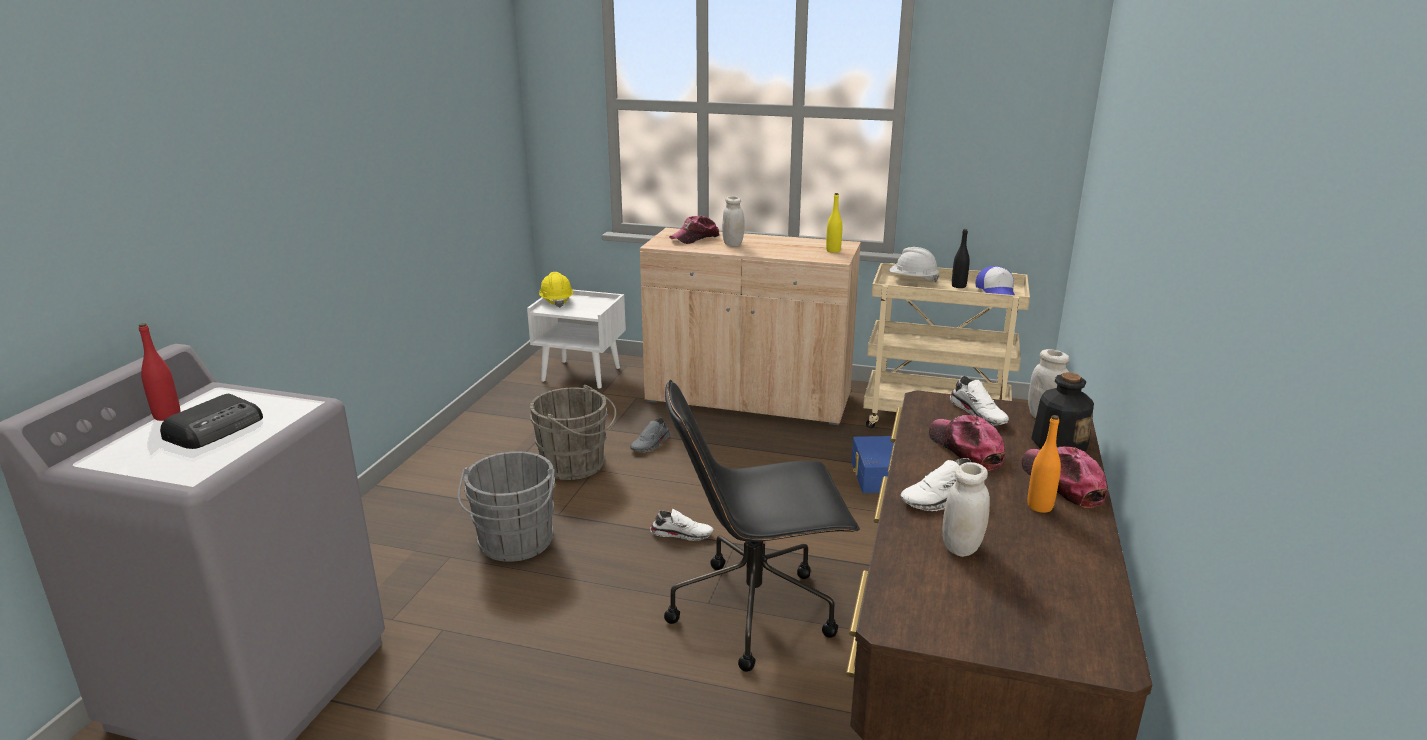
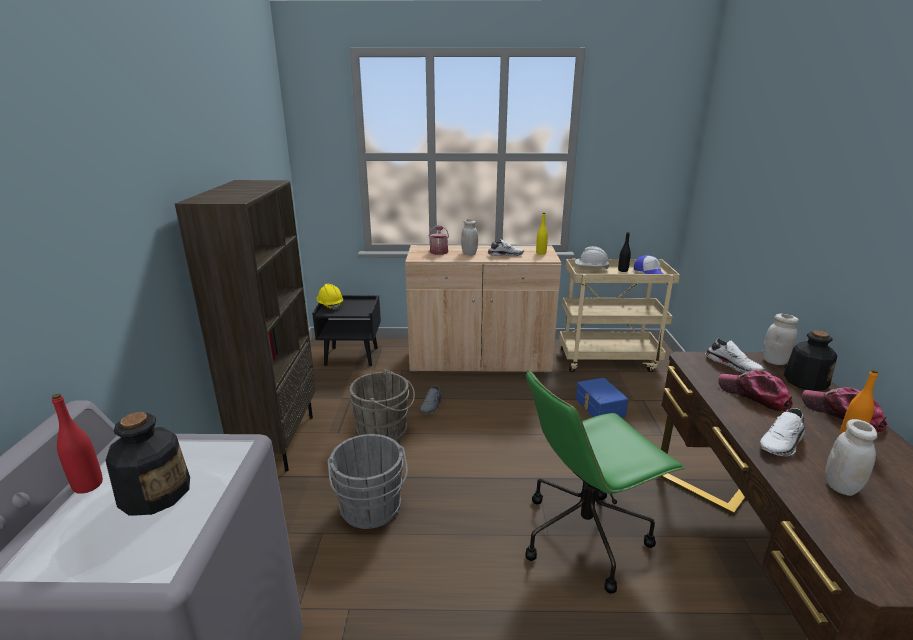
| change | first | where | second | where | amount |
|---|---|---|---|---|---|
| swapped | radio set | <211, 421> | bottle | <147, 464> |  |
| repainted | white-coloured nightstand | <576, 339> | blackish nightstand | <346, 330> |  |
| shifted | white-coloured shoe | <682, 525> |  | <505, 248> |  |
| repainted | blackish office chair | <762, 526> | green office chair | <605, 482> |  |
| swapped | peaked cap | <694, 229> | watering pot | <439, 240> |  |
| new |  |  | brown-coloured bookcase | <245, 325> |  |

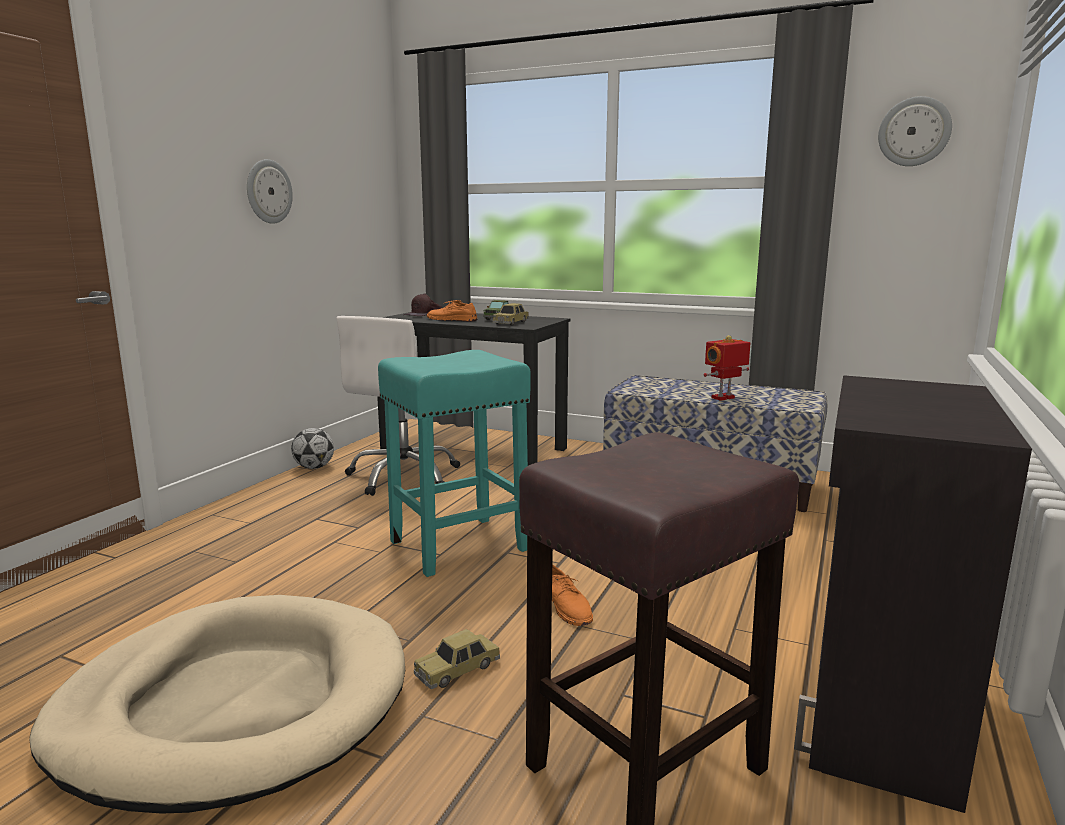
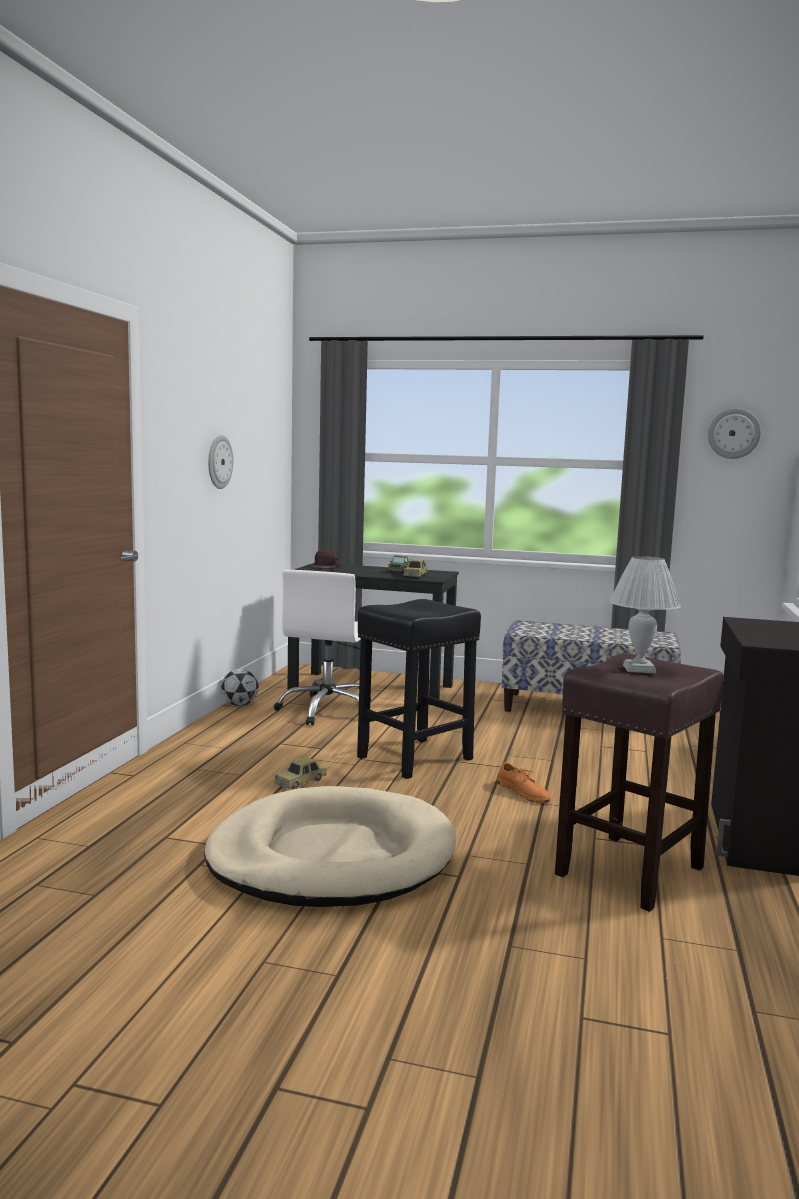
| change | first | where | second | where | amount |
|---|---|---|---|---|---|
| repainted | turquoise-coloured stool seat | <454, 463> | blackish stool seat | <419, 689> |  |
| shifted | model car | <457, 659> |  | <300, 773> |  |
| gone | orange shoe | <452, 311> |  |  |  |
| gone | toy robot | <726, 368> |  |  |  |
| new |  |  | white-coloured lamp for a table | <645, 614> |  |

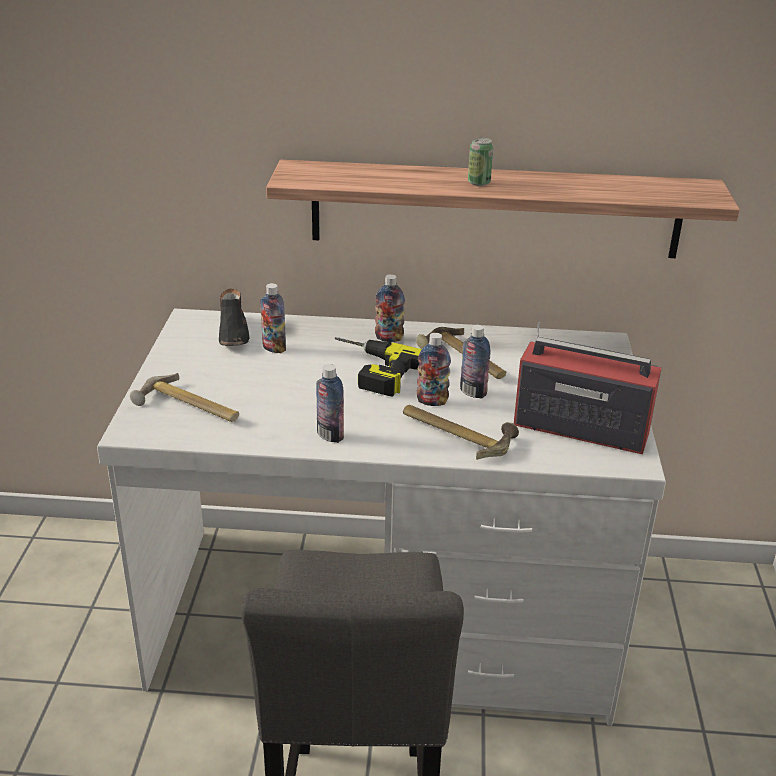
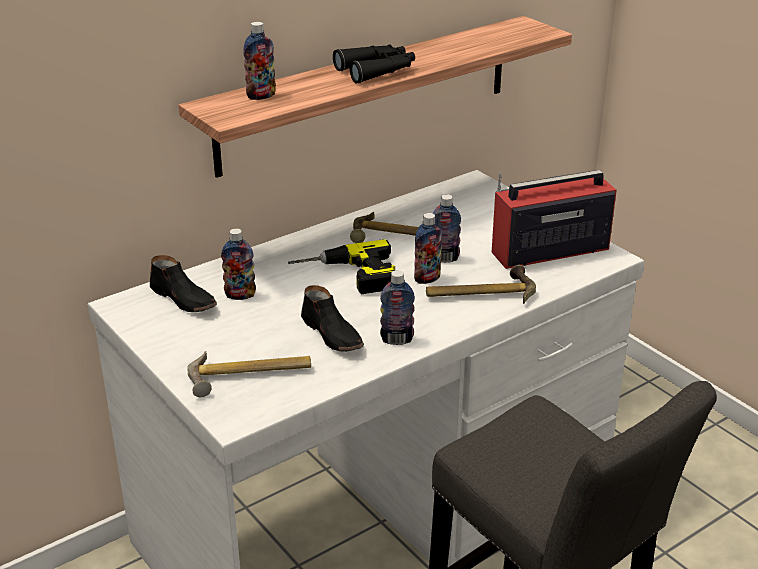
| change | first | where | second | where | amount |
|---|---|---|---|---|---|
| shifted | bottle | <390, 308> |  | <260, 61> |  |
| swapped | metal can | <480, 162> | blackish binoculars | <374, 64> |  |
| new |  |  | blackish shoe | <332, 318> |  |

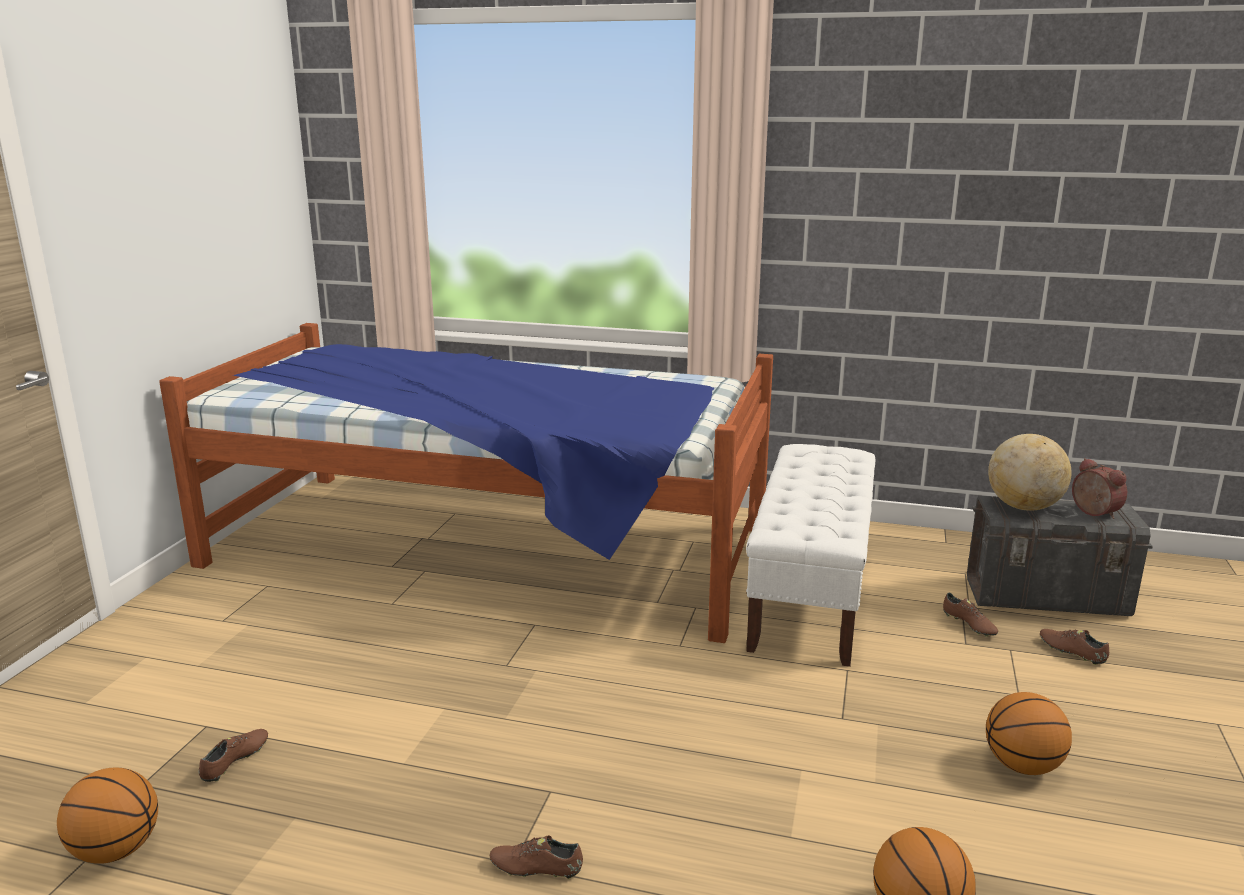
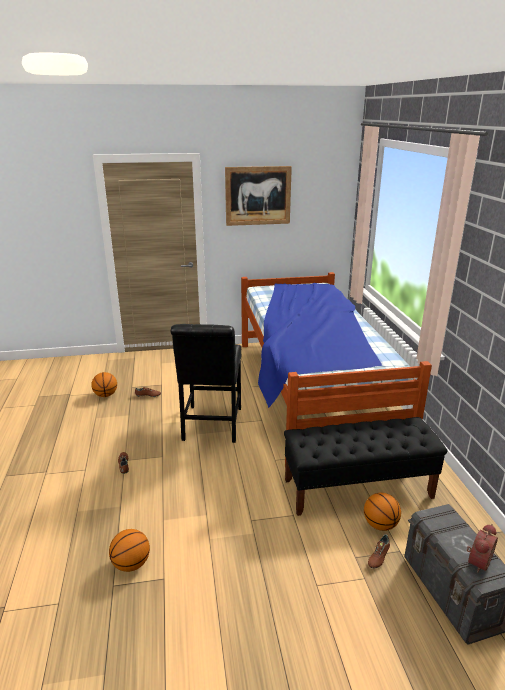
| change | first | where | second | where | amount |
|---|---|---|---|---|---|
| repainted | white-coloured long seat | <810, 555> | blackish long seat | <365, 466> |  |
| shifted | basketball | <1029, 733> |  | <382, 512> |  |
| gone | desk globe | <1030, 472> |  |  |  |
| gone | brown-coloured shoe | <1074, 647> |  |  |  |
| new |  |  | blackish chair | <206, 383> |  |
| new |  |  | wall art | <258, 196> |  |

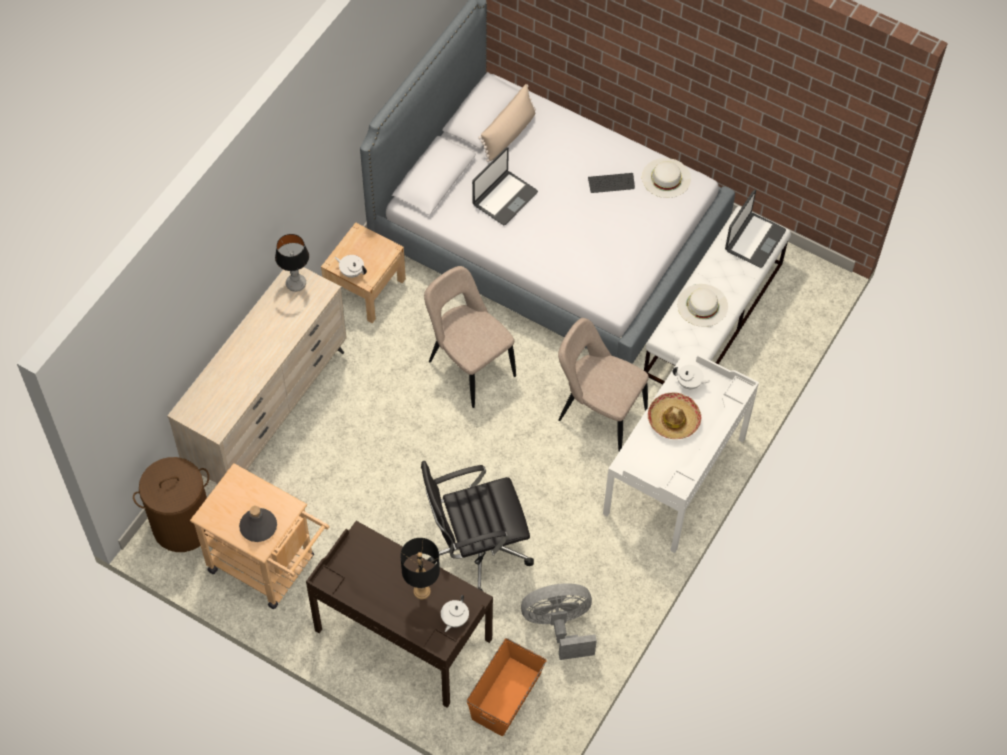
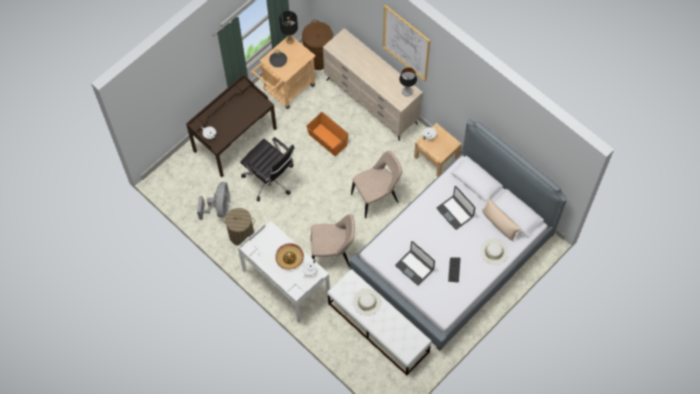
| change | first | where | second | where | amount |
|---|---|---|---|---|---|
| shifted | blackish lamp for a table | <420, 568> |  | <288, 27> |  |
| rotated | blackish office chair | <477, 526> |  | <267, 169> | 135 degrees clockwise |
| shifted | orange storage container | <507, 687> |  | <327, 134> |  |
| rotated | sand-coloured chair | <603, 384> |  | <333, 240> | 45 degrees clockwise |
| shifted | white-coloured clothing hat | <666, 178> |  | <494, 251> |  |
| shifted | portable computer | <755, 229> |  | <415, 263> |  |
| new |  |  | hamper | <238, 227> |  |
| new |  |  | wall art | <406, 43> |  |

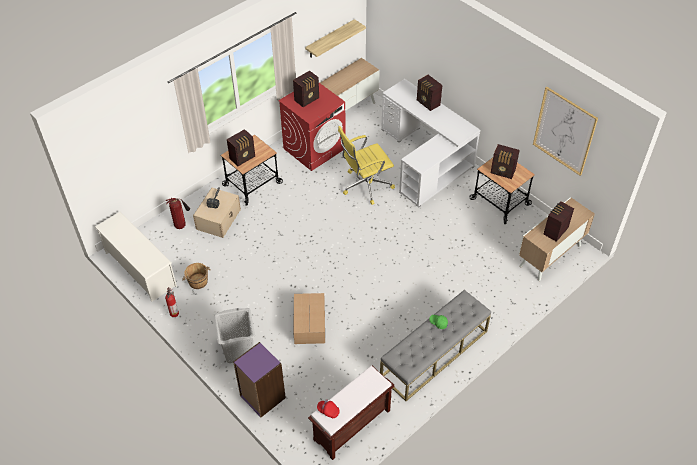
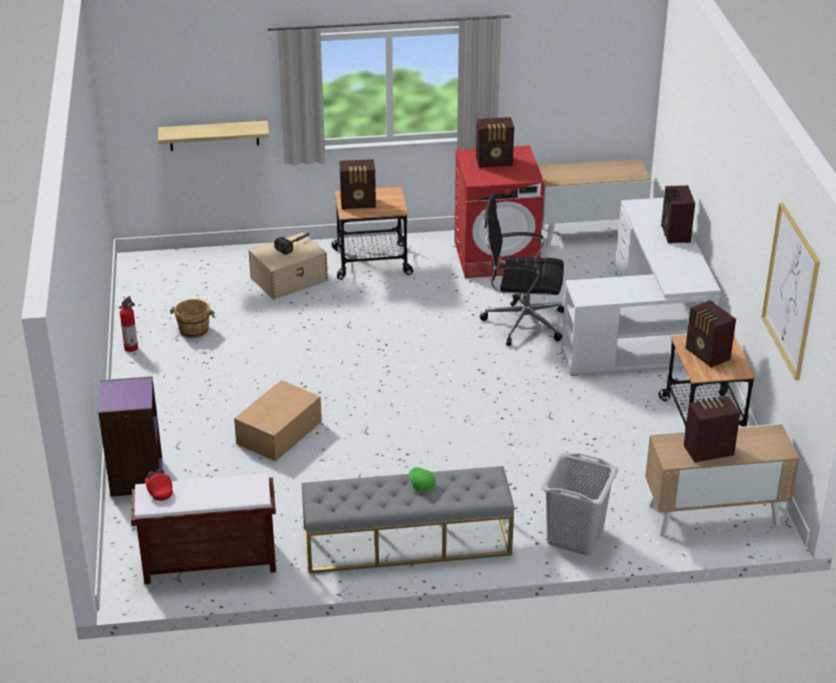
| change | first | where | second | where | amount |
|---|---|---|---|---|---|
| gone | white-coloured shoe shelf | <136, 257> |  |  |  |
| gone | fire extinguisher | <178, 213> |  |  |  |
| shifted | gray hamper | <234, 335> |  | <579, 504> |  |
| shifted | bracket shelf | <335, 38> |  | <213, 136> |  |
| repainted | yellow office chair | <366, 165> | blackish office chair | <522, 269> |  |

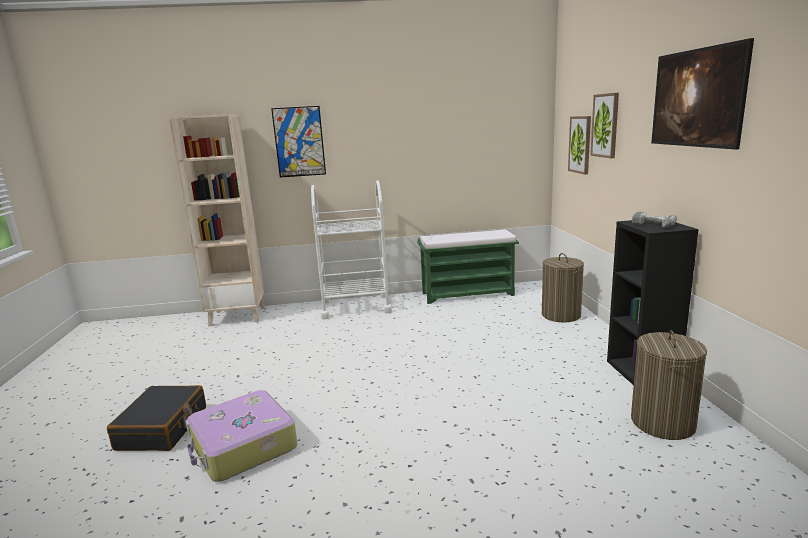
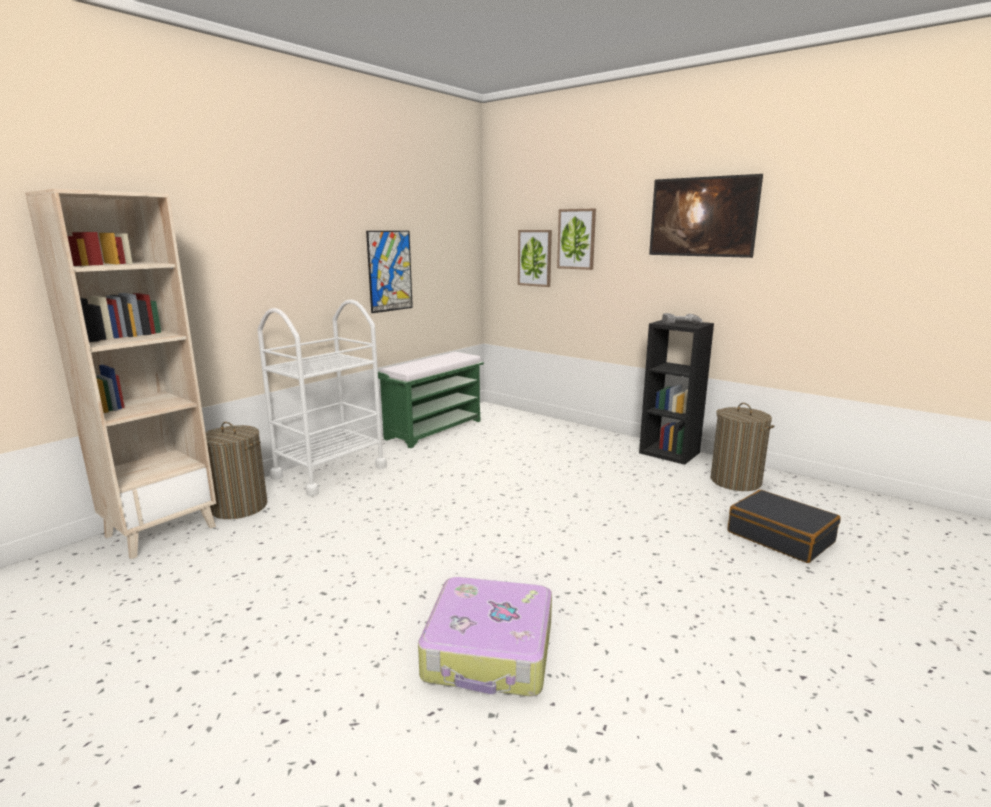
| change | first | where | second | where | amount |
|---|---|---|---|---|---|
| shifted | blackish travel case | <156, 418> |  | <784, 526> |  |
| shifted | wall art | <298, 141> |  | <389, 272> |  |
| shifted | hamper | <563, 287> |  | <236, 470> |  |

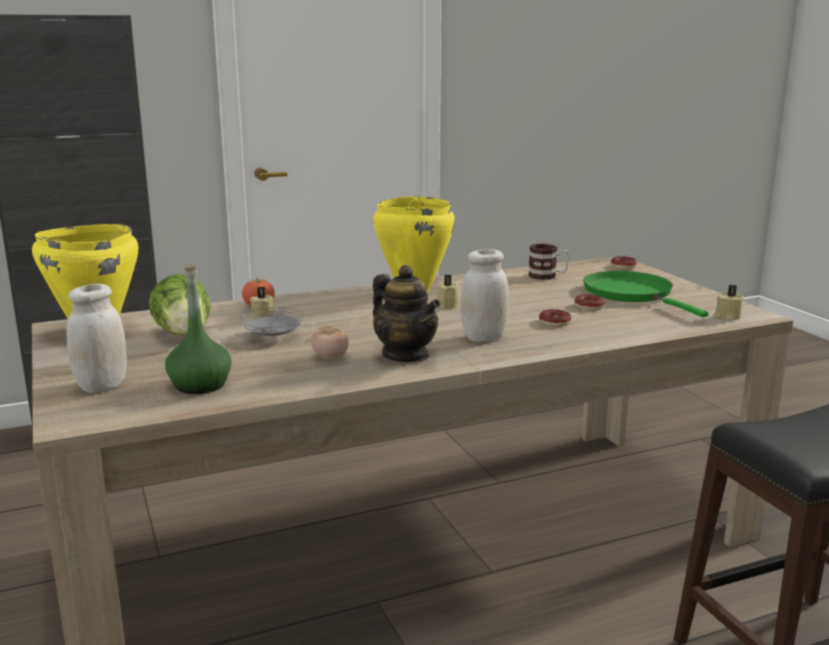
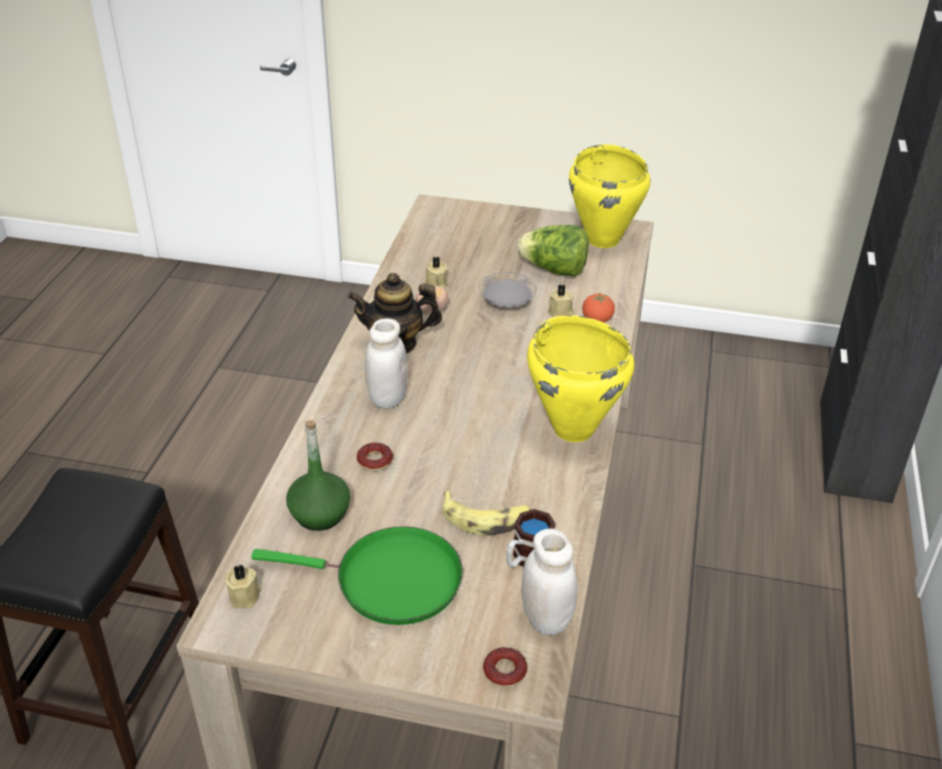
| change | first | where | second | where | amount |
|---|---|---|---|---|---|
| shifted | white-coloured jar | <96, 338> |  | <549, 581> |  |
| shifted | green bottle | <198, 329> |  | <318, 475> |  |
| shifted | sand-coloured wax candle | <447, 291> |  | <436, 272> |  |
| gone | donut | <589, 302> |  |  |  |
| new |  |  | banana | <487, 513> |  |

